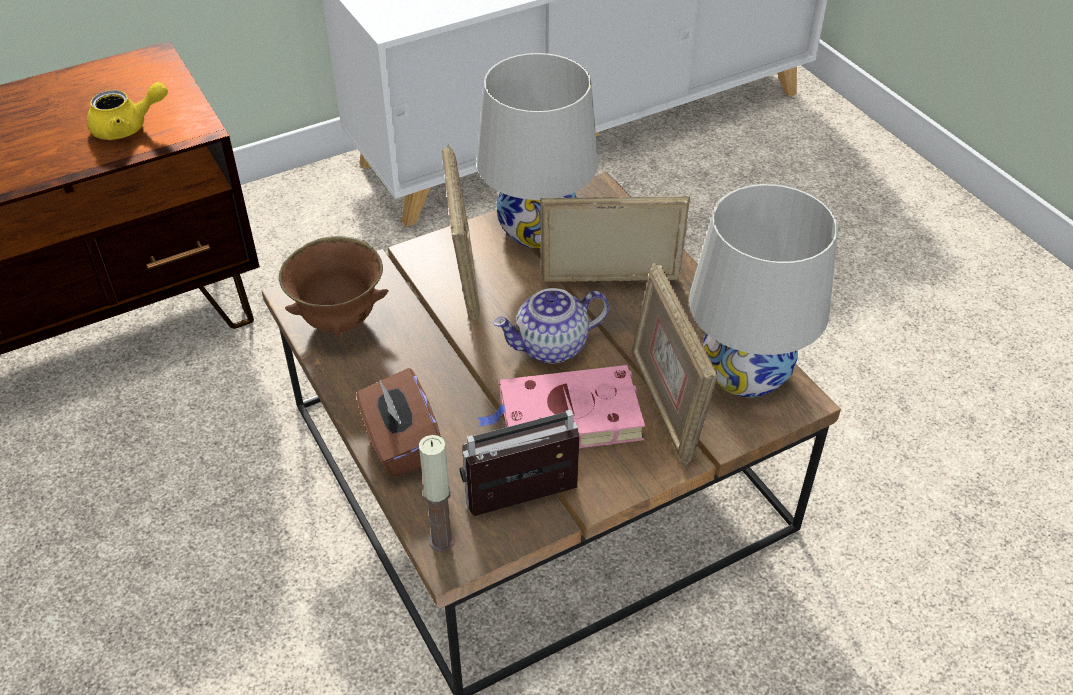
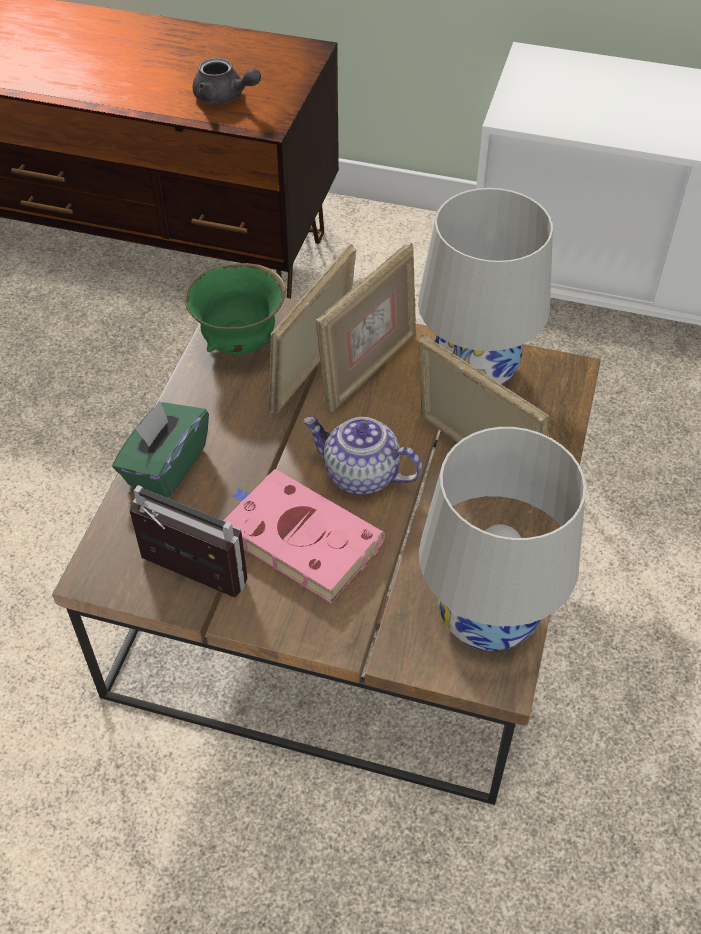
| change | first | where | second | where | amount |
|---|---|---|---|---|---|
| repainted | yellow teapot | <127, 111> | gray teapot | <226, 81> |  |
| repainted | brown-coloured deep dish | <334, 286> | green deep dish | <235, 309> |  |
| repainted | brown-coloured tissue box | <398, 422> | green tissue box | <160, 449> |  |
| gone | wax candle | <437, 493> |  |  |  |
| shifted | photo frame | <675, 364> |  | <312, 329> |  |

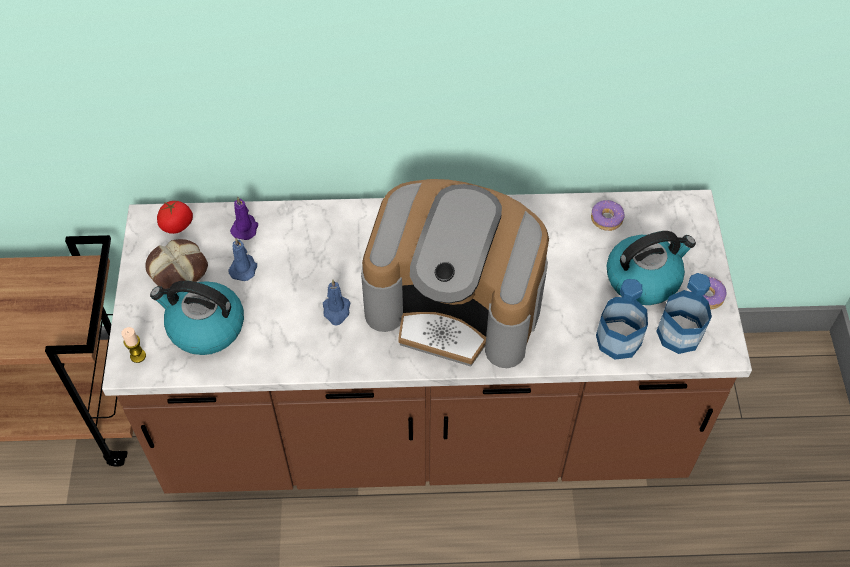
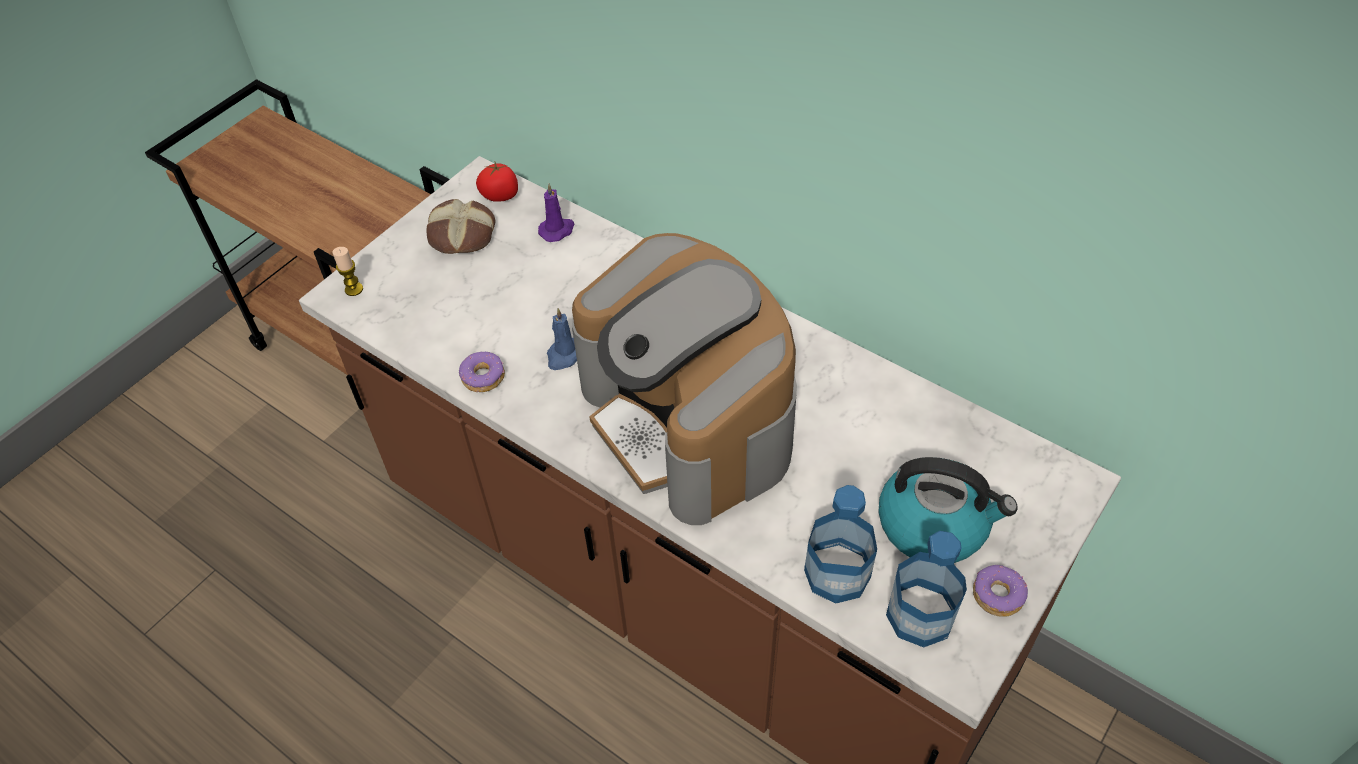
| change | first | where | second | where | amount |
|---|---|---|---|---|---|
| gone | tea kettle | <197, 318> |  |  |  |
| gone | bluish wax candle | <242, 259> |  |  |  |
| shifted | donut | <607, 215> |  | <482, 372> |  |

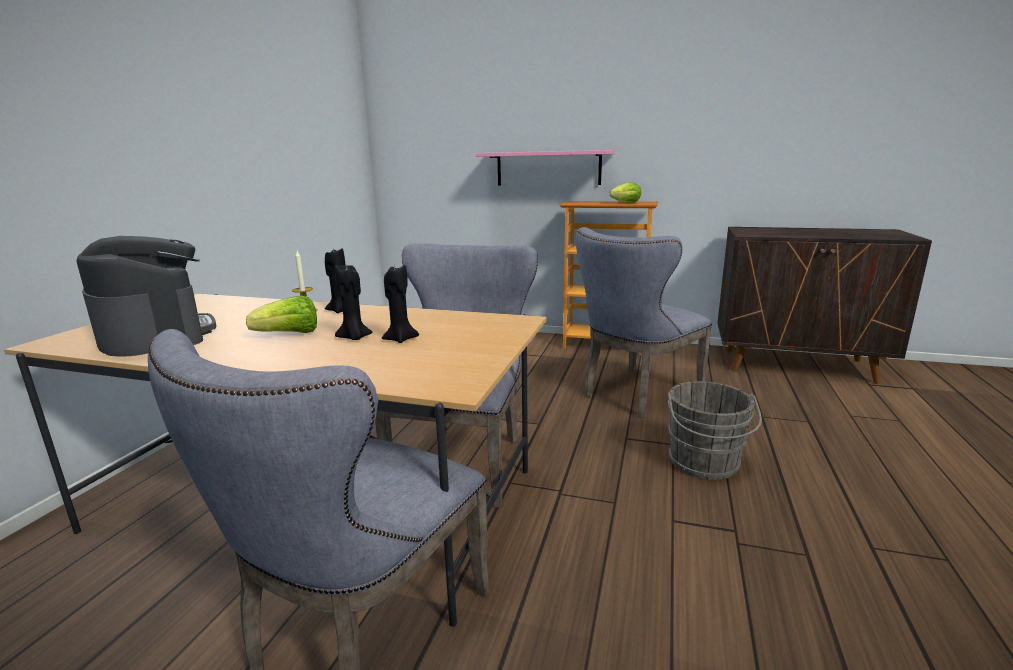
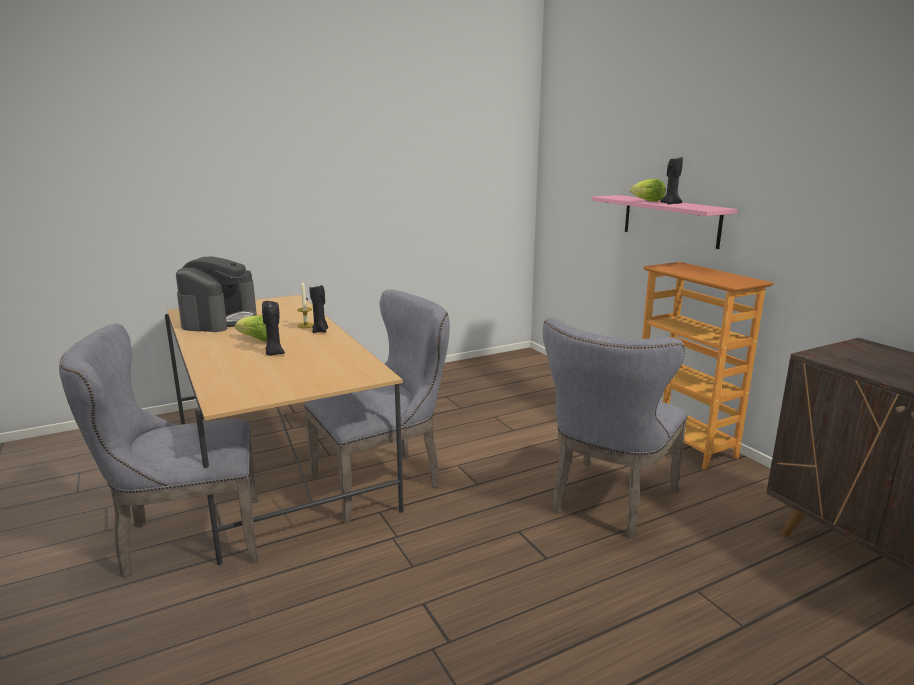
| change | first | where | second | where | amount |
|---|---|---|---|---|---|
| shifted | blackish wax candle | <400, 304> |  | <671, 181> |  |
| rotated | gray chair | <644, 322> |  | <615, 428> | 60 degrees counterclockwise |
| shifted | head of lettuce | <625, 192> |  | <648, 190> |  |
| gone | gray bucket | <715, 430> |  |  |  |

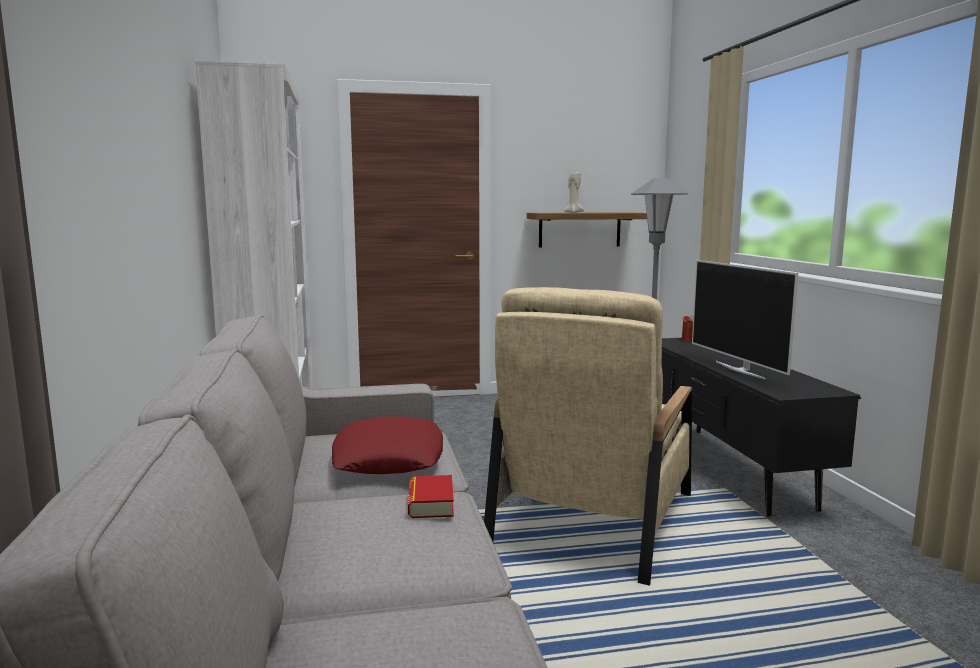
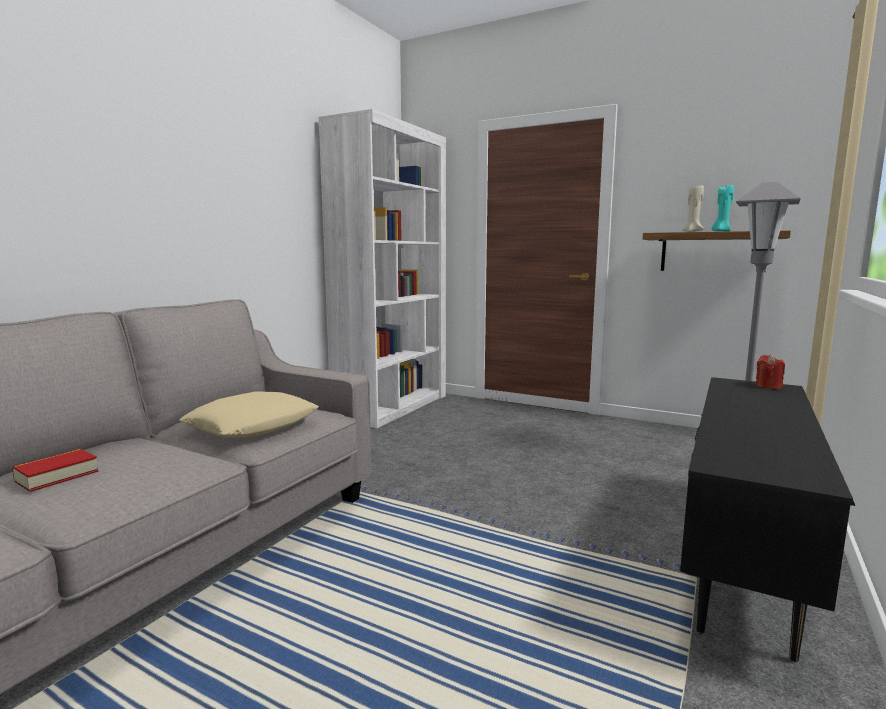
| change | first | where | second | where | amount |
|---|---|---|---|---|---|
| repainted | red-coloured throw pillow | <387, 445> | sand-coloured throw pillow | <249, 414> |  |
| shifted | volume | <431, 496> |  | <55, 470> |  |
| gone | sand-coloured armchair | <588, 436> |  |  |  |
| gone | television | <745, 320> |  |  |  |
| new |  |  | turquoise-coloured wax candle | <723, 207> |  |

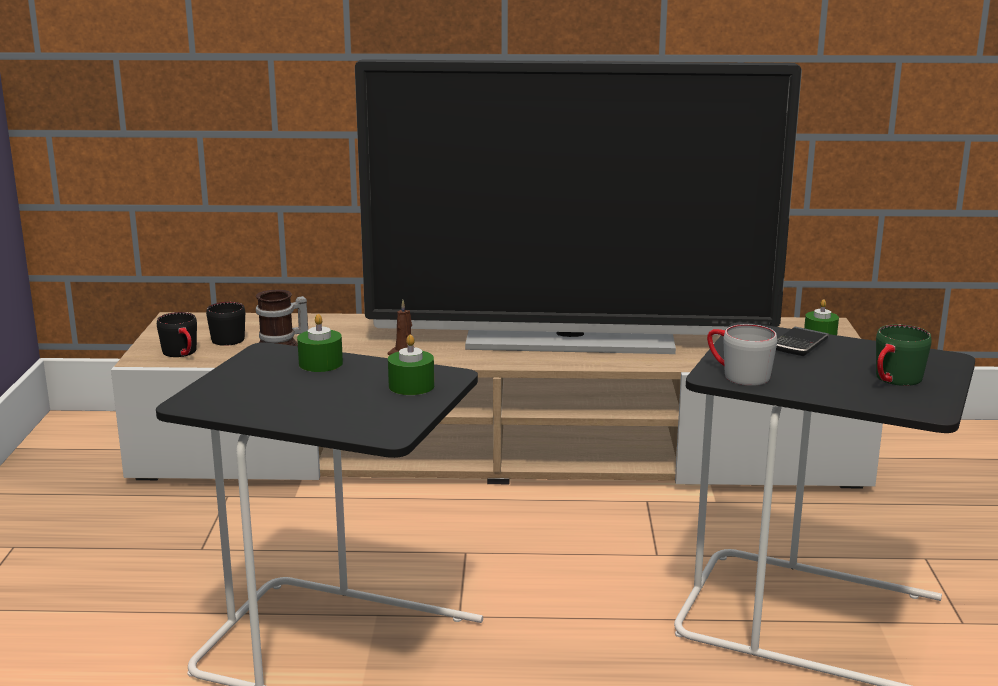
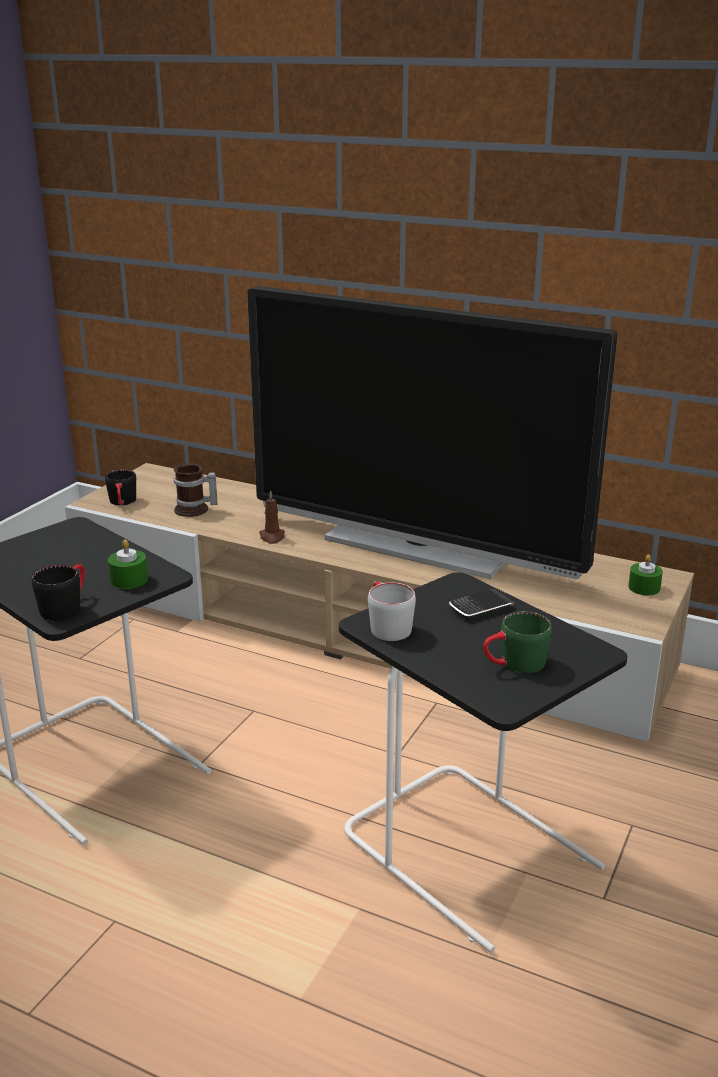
| change | first | where | second | where | amount |
|---|---|---|---|---|---|
| shifted | blackish mug | <225, 324> |  | <58, 592> |  |
| gone | green wax candle | <320, 343> |  |  |  |

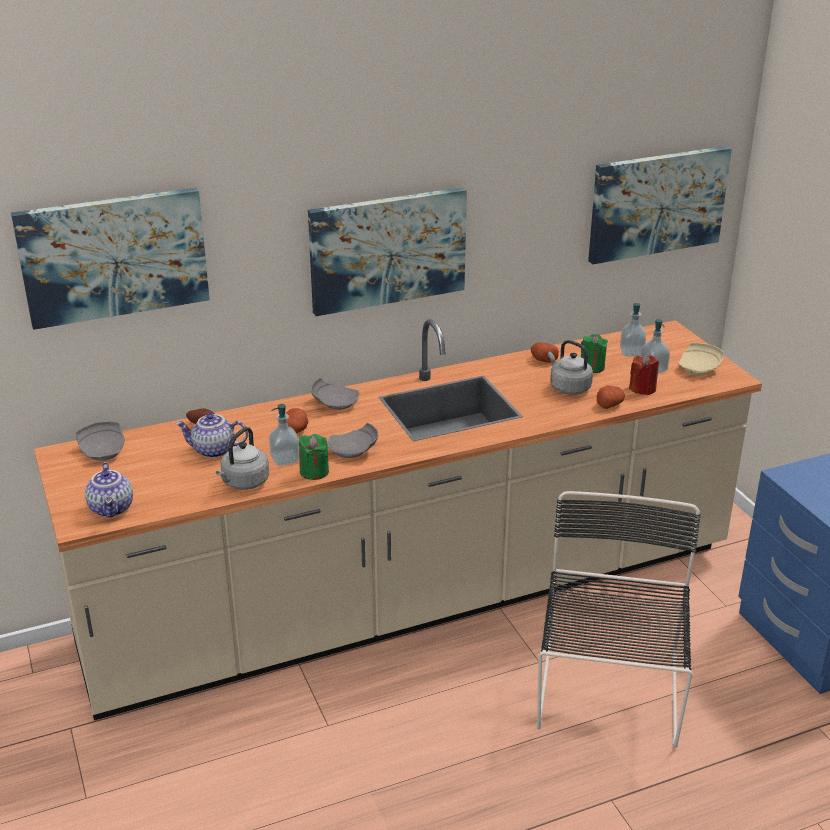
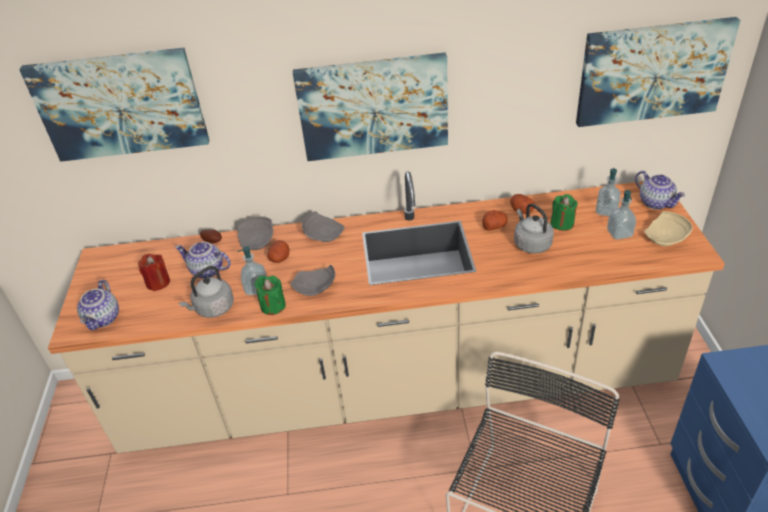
| change | first | where | second | where | amount |
|---|---|---|---|---|---|
| shifted | gray plate | <100, 441> |  | <255, 233> |  |
| shifted | whole potato | <611, 397> |  | <495, 220> |  |
| shifted | red-coloured wax candle | <644, 374> |  | <154, 272> |  |
| new |  |  | teapot | <660, 190> |  |

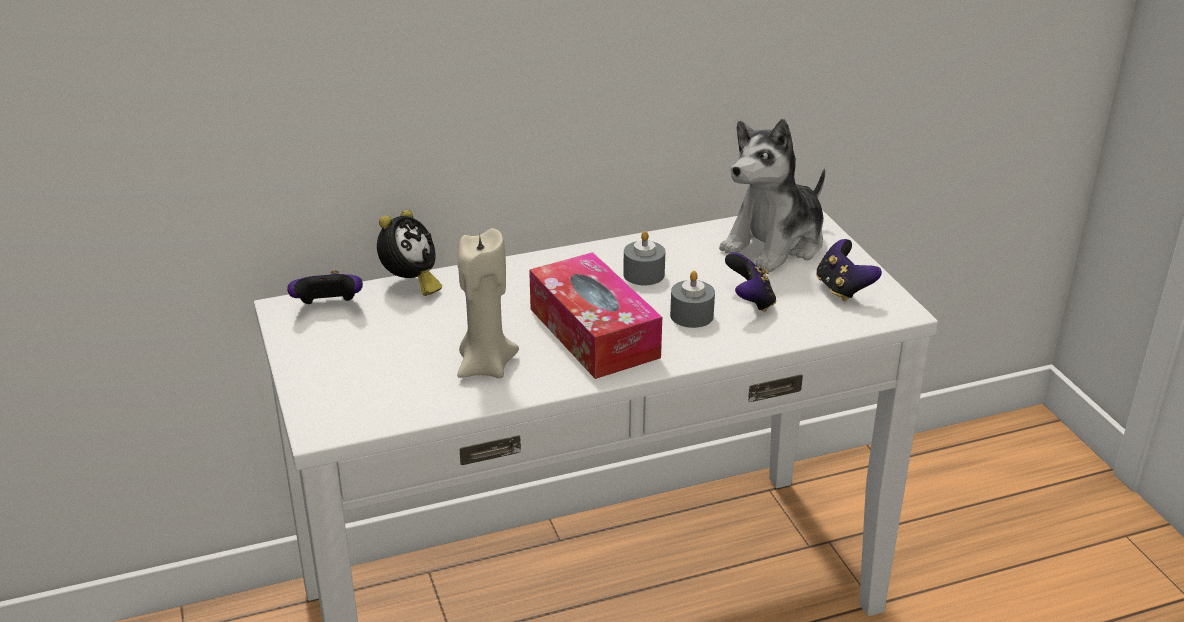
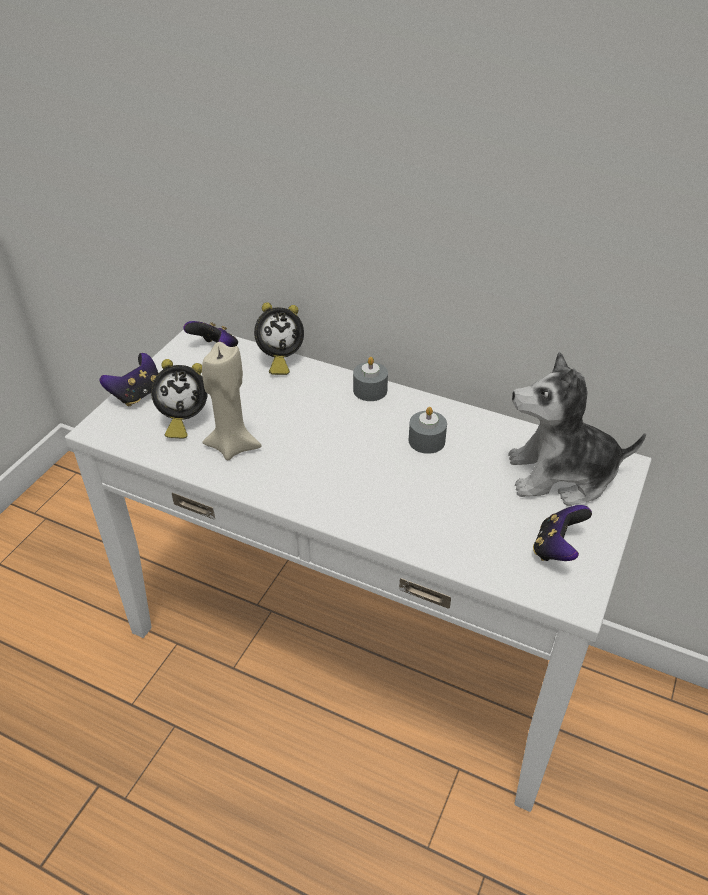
| change | first | where | second | where | amount |
|---|---|---|---|---|---|
| gone | tissue box | <595, 315> |  |  |  |
| shifted | gray wax candle | <692, 299> |  | <370, 379> |  |
| shifted | gamepad | <750, 282> |  | <129, 380> |  |
| new |  |  | table clock | <179, 399> |  |

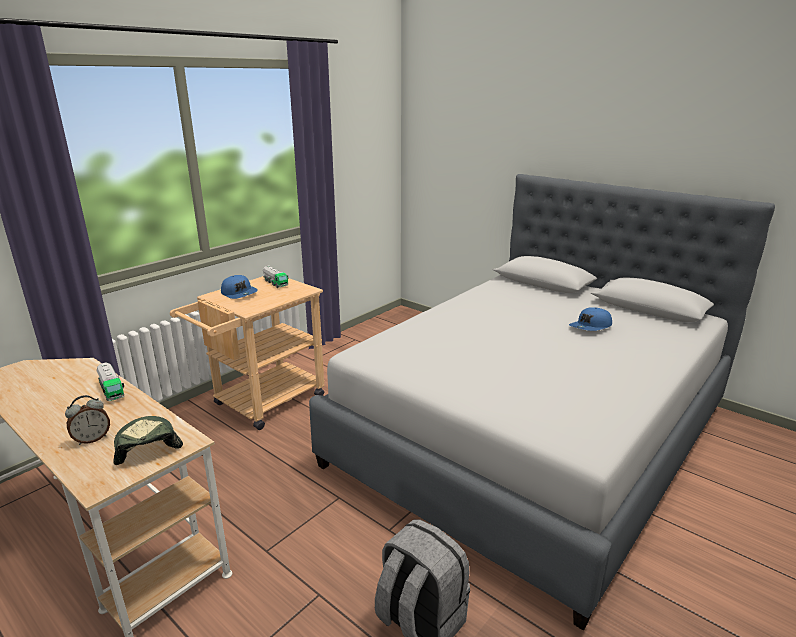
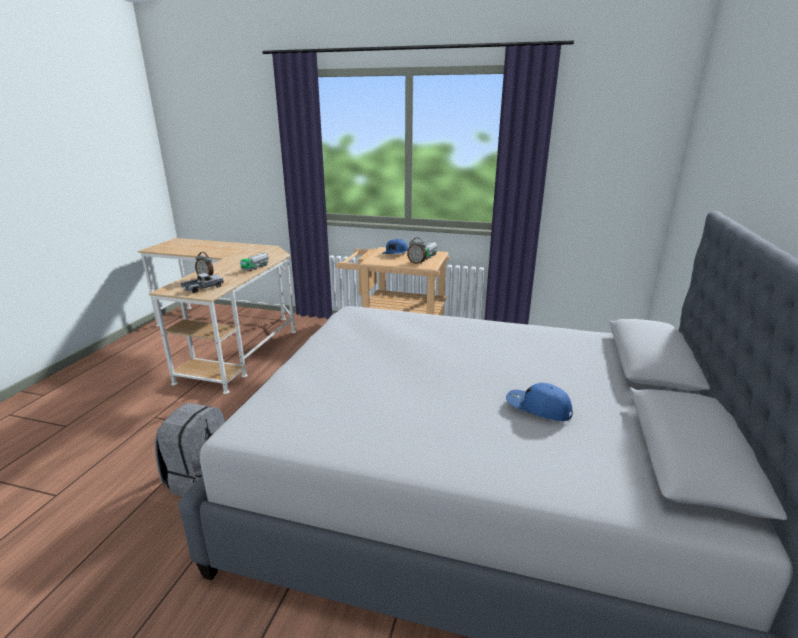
| change | first | where | second | where | amount |
|---|---|---|---|---|---|
| swapped | peaked cap | <148, 440> | toy lorry | <202, 283> |  |
| new |  |  | table clock | <417, 251> |  |

